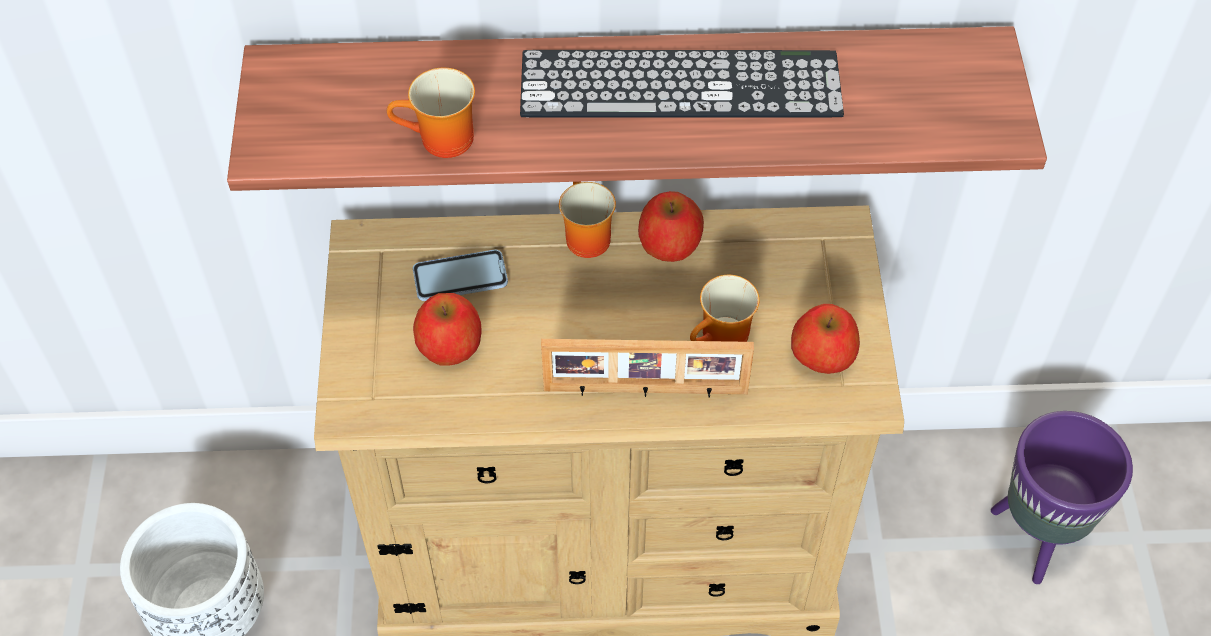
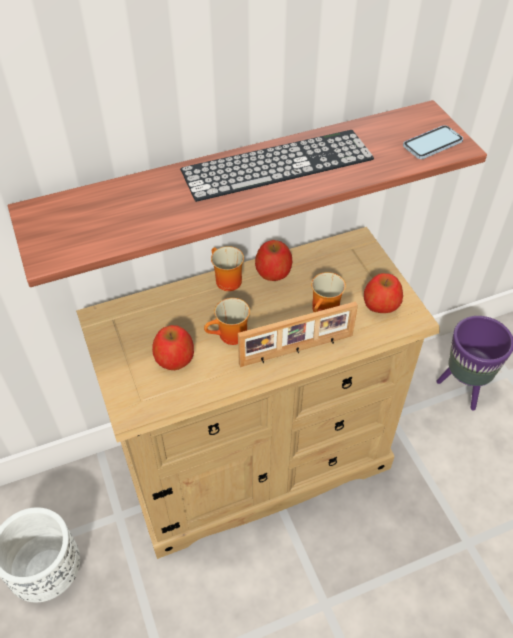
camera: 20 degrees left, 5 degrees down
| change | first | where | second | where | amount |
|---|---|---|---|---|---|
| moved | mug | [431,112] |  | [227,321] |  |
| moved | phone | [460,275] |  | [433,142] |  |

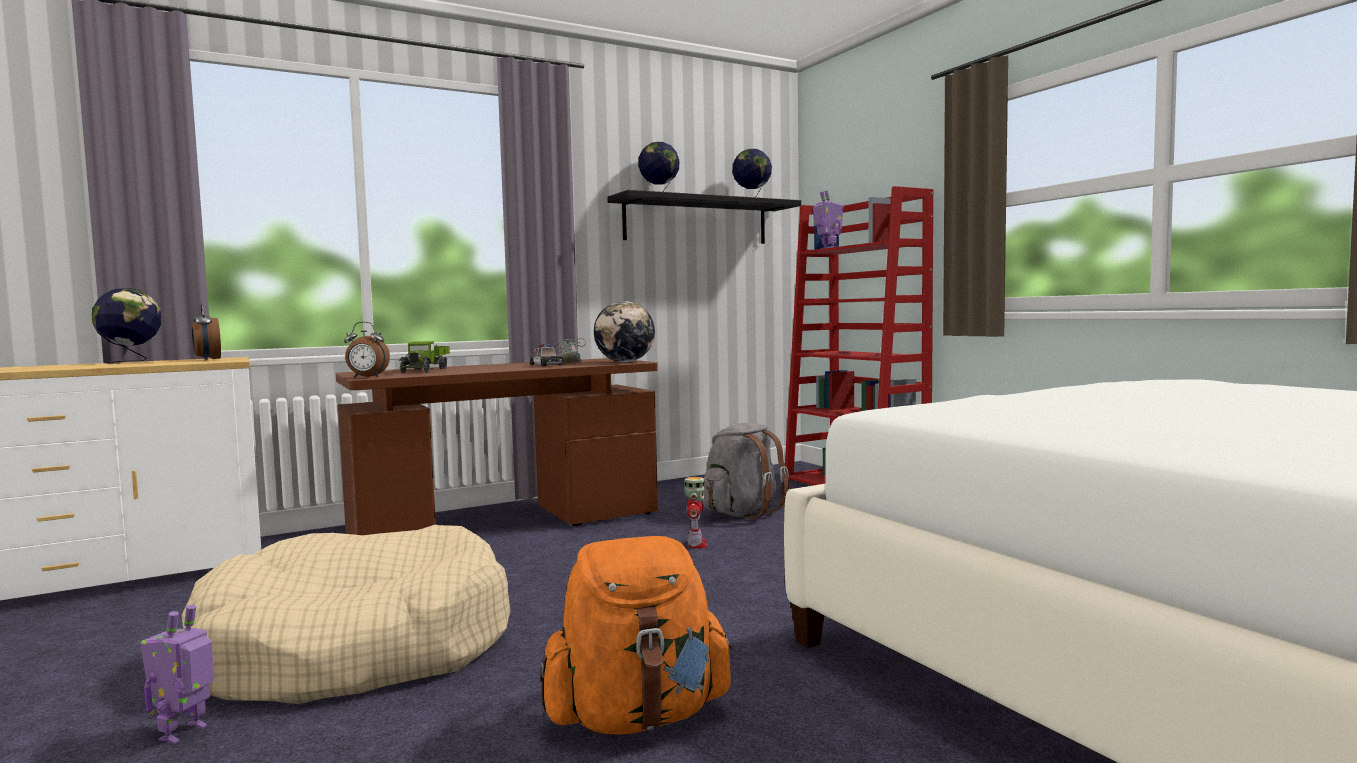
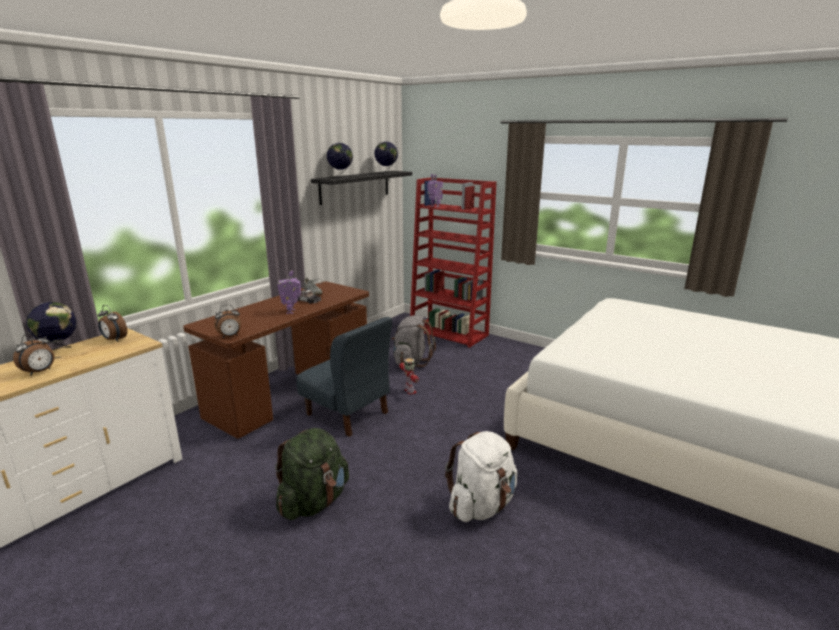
camera: 25 degrees left, 15 degrees up
| change | first | where | second | where | amount |
|---|---|---|---|---|---|
| removed | toy_truck | [424,357] |  |  |  |
| removed | globe | [624,331] |  |  |  |
| added |  |  | alarm_clock | [34,354] |  |
| added |  |  | blue_chair | [344,377] |  |
| moved | toy_robot | [177,674] |  | [289,292] |  |
| replaced | beige_dog_bed | [346,614] | green_backpack | [312,474] |  |
| recoloured | orange_backpack | [636,635] | white_backpack | [481,476] |  |

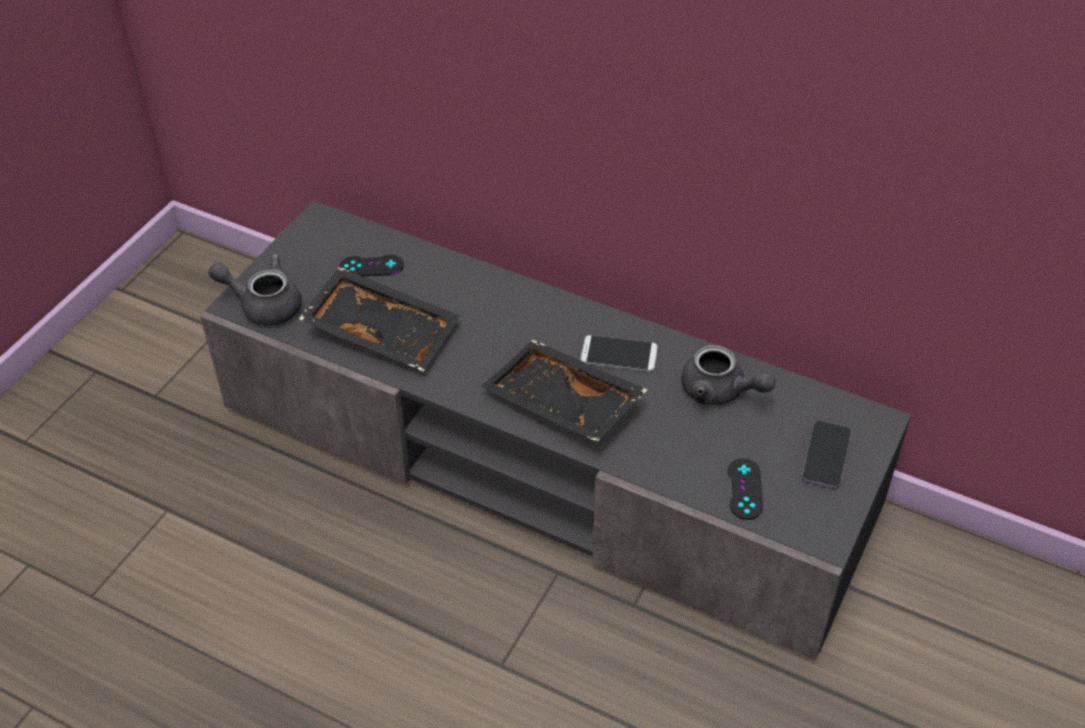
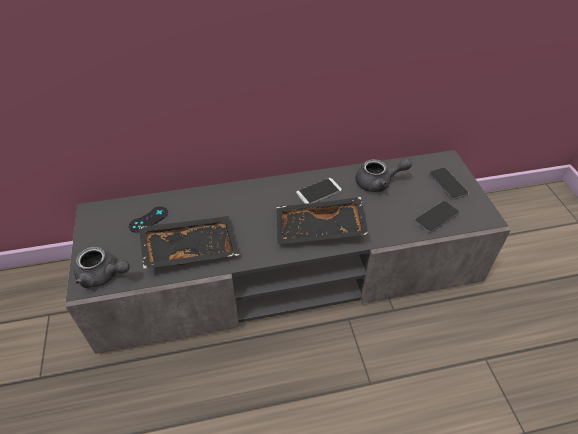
camera: 40 degrees left, 0 degrees up
| change | first | where | second | where | amount |
|---|---|---|---|---|---|
| replaced | black_game_controller | [745,489] | phone | [437,217] |  |
| turned | grey_teapot | [255,290] |  | [102,267] | 135 degrees counterclockwise |

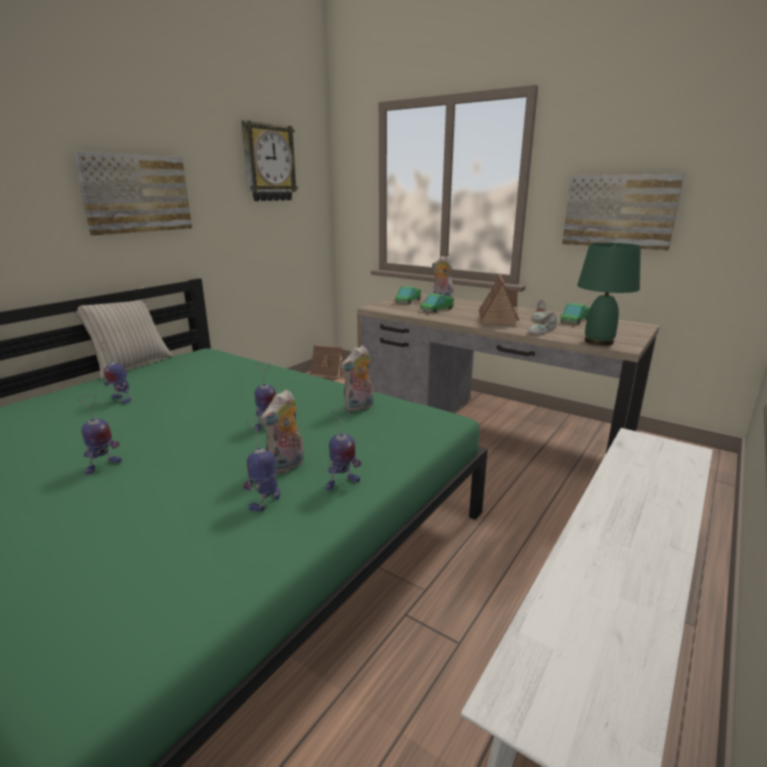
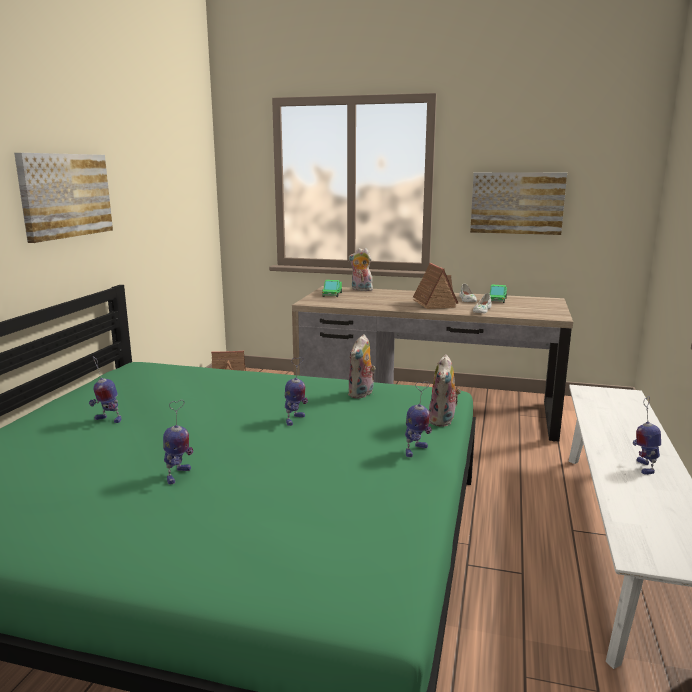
camera: 20 degrees left, 5 degrees down
| change | first | where | second | where | amount |
|---|---|---|---|---|---|
| removed | beige_pillow | [124,333] |  |  |  |
| removed | wall_clock | [269,160] |  |  |  |
| removed | toy_truck | [437,303] |  |  |  |
| removed | green_table_lamp | [609,294] |  |  |  |
| moved | toy_robot | [261,463] |  | [647,435] |  |
| moved | plush_toy | [282,431] |  | [445,390] |  |

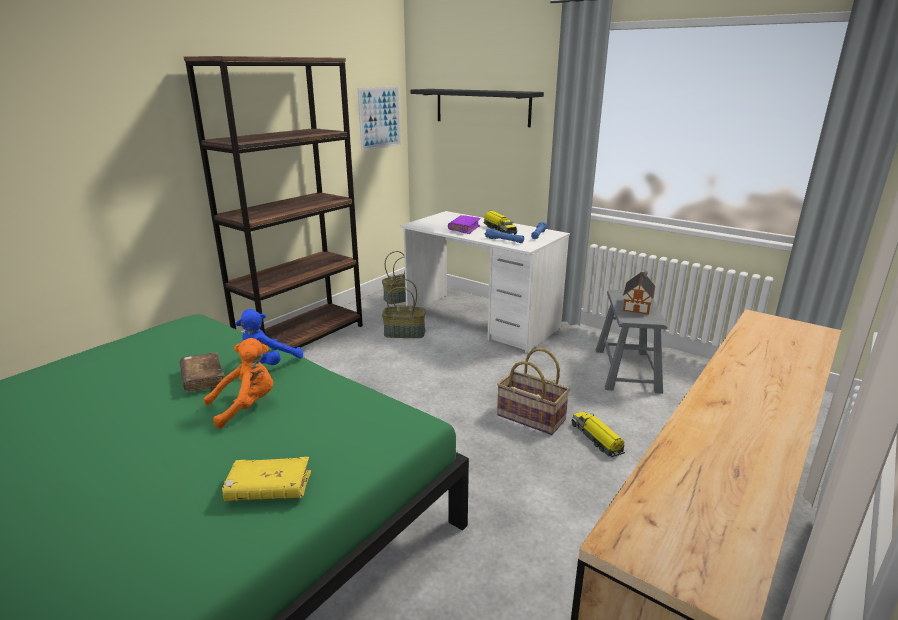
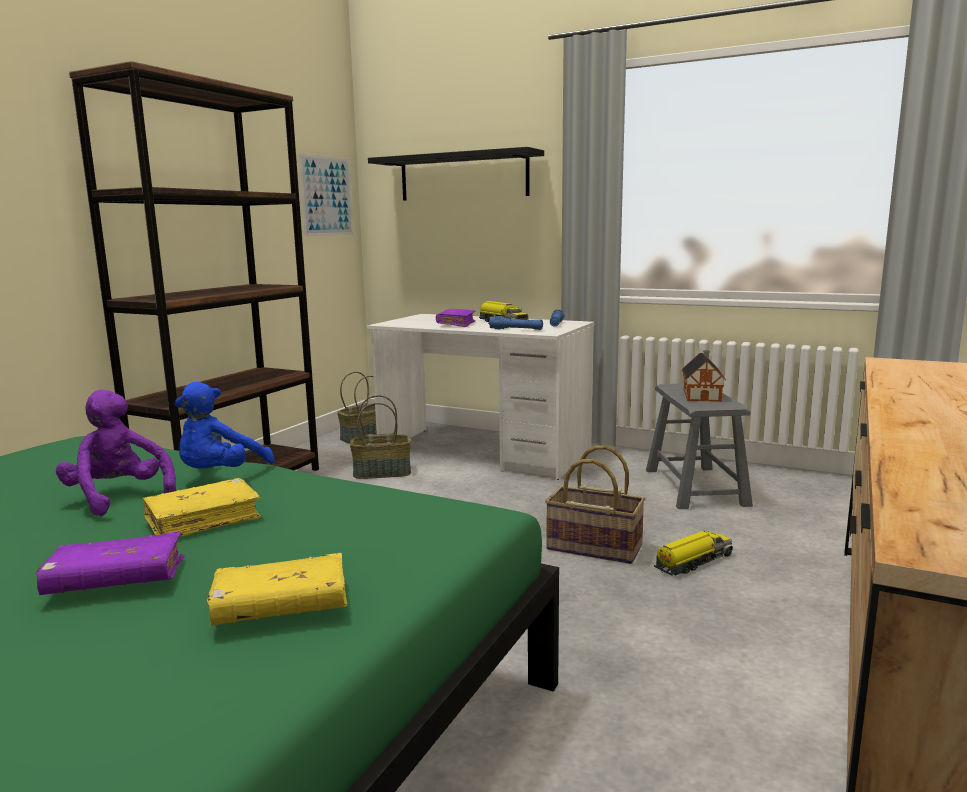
camera: 10 degrees left, 10 degrees down
| change | first | where | second | where | amount |
|---|---|---|---|---|---|
| added |  |  | purple_book | [110,563] |  |
| replaced | brown_book | [202,372] | purple_plush_toy | [116,452] |  |
| replaced | orange_plush_toy | [238,383] | yellow_book | [202,507] |  |
| turned | toy_truck | [598,434] |  | [693,553] | 90 degrees clockwise |

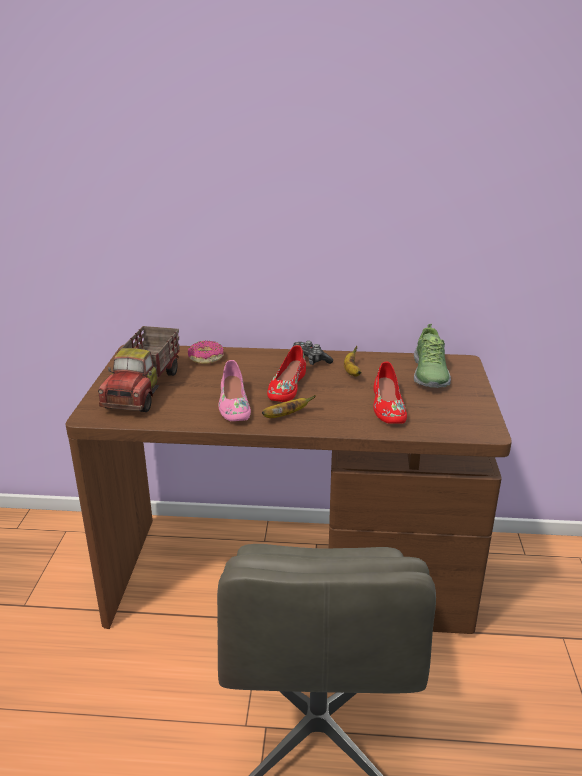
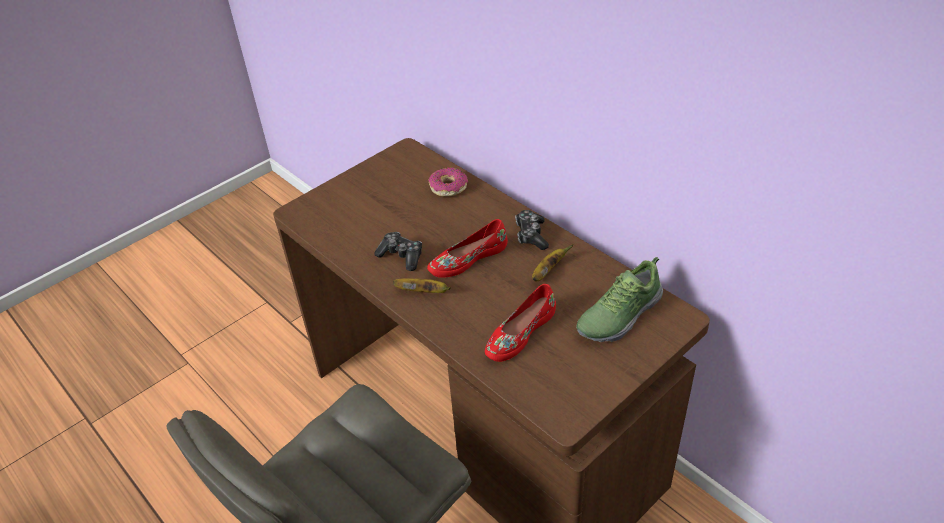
camera: 45 degrees right, 15 degrees up
| change | first | where | second | where | amount |
|---|---|---|---|---|---|
| removed | toy_truck | [139,369] |  |  |  |
| replaced | pink_shoe | [234,390] | game_controller | [398,251] |  |

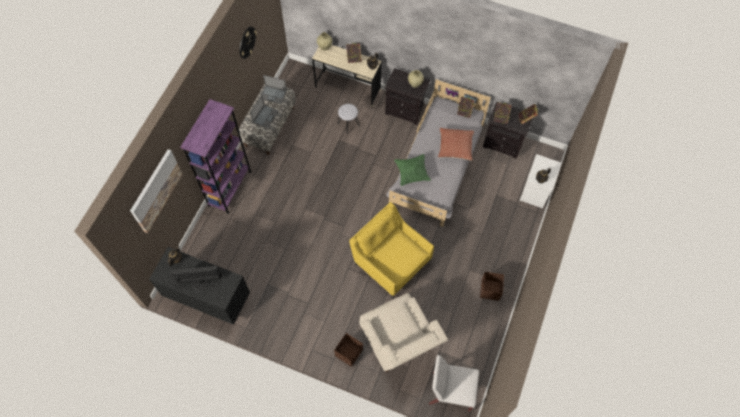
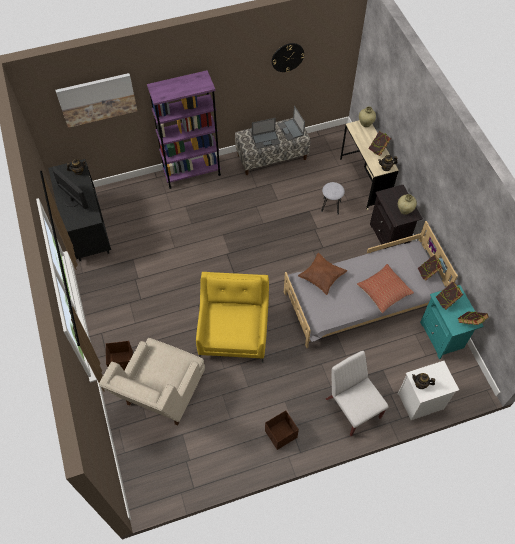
camera: 50 degrees right, 5 degrees down
| change | first | where | second | where | amount |
|---|---|---|---|---|---|
| moved | white_chair | [454,383] |  | [357,393] |  |
| recoloured | green_pillow | [412,170] | brown_pillow | [322,274] |  |
| recoloured | black_nightstand | [508,130] | turquoise_nightstand | [452,322] |  |

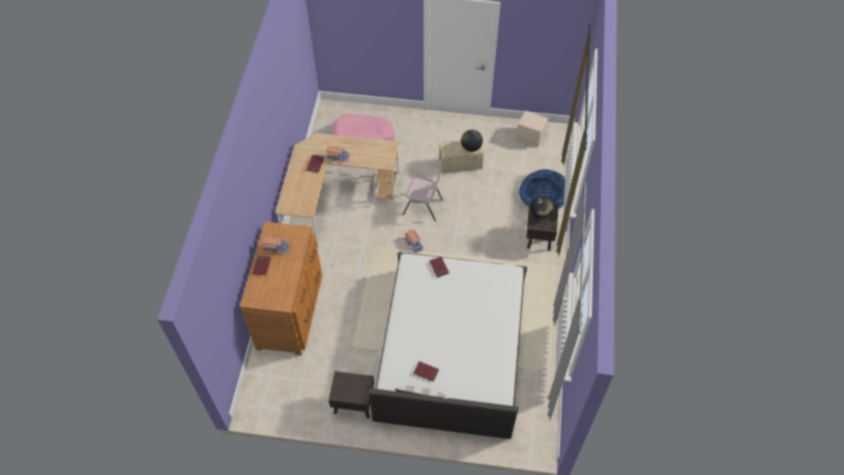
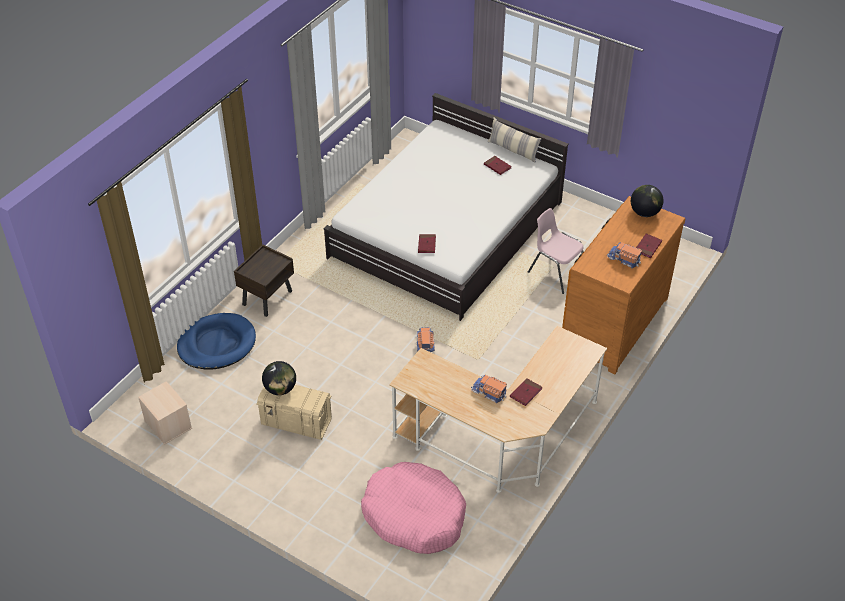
camera: 155 degrees left, 10 degrees down
| change | first | where | second | where | amount |
|---|---|---|---|---|---|
| removed | brown_nightstand | [351,394] |  |  |  |
| moved | pink_chair | [423,197] |  | [555,251] |  |
| moved | globe | [542,207] |  | [647,201] |  |

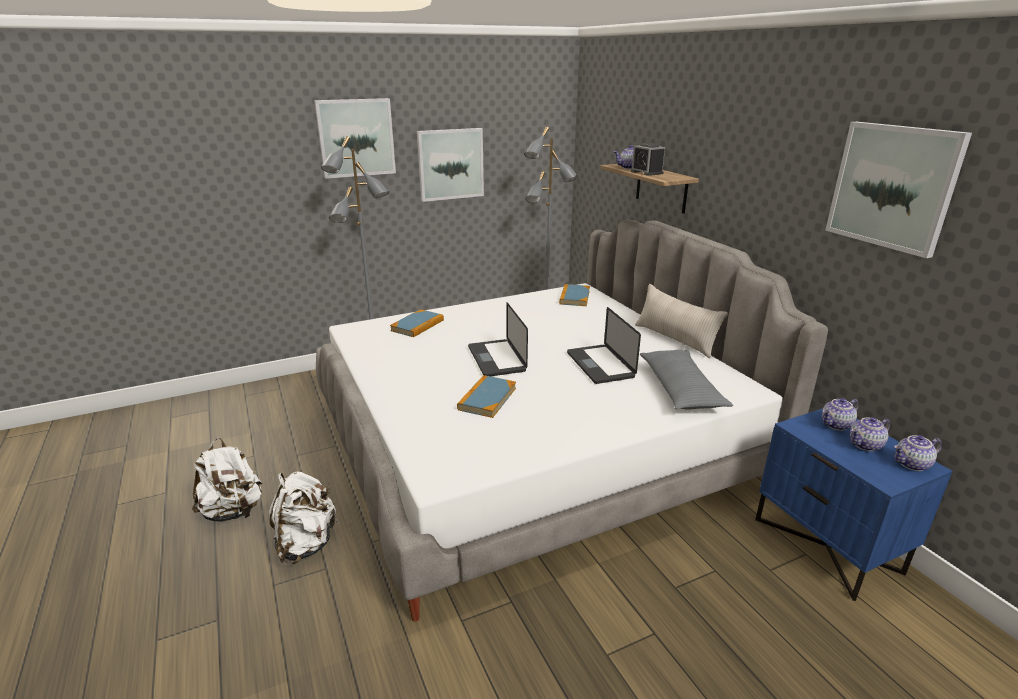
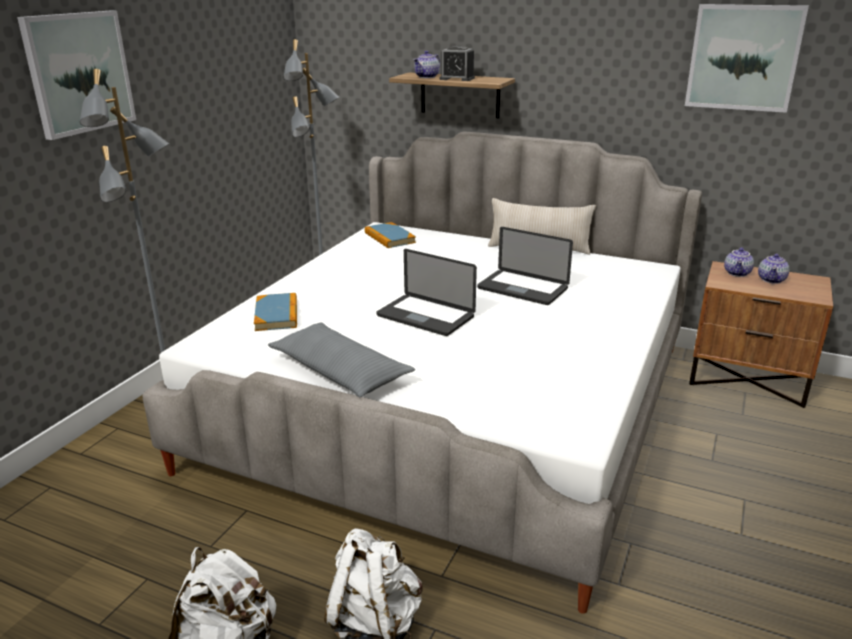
camera: 40 degrees left, 0 degrees up
| change | first | where | second | where | amount |
|---|---|---|---|---|---|
| removed | picture | [450,165] |  |  |  |
| removed | book | [486,396] |  |  |  |
| removed | teapot | [918,453] |  |  |  |
| moved | grey_pillow | [686,380] |  | [341,360] |  |
| recoloured | blue_nightstand | [853,504] | brown_nightstand | [761,334] |  |

